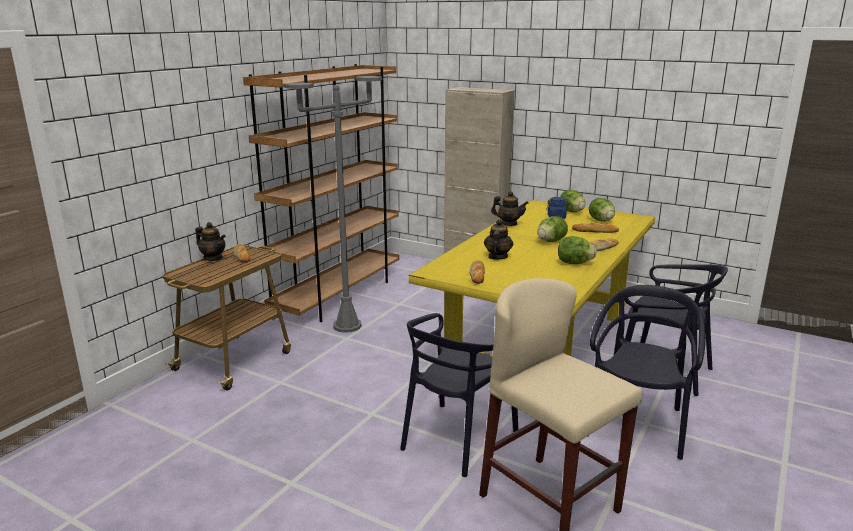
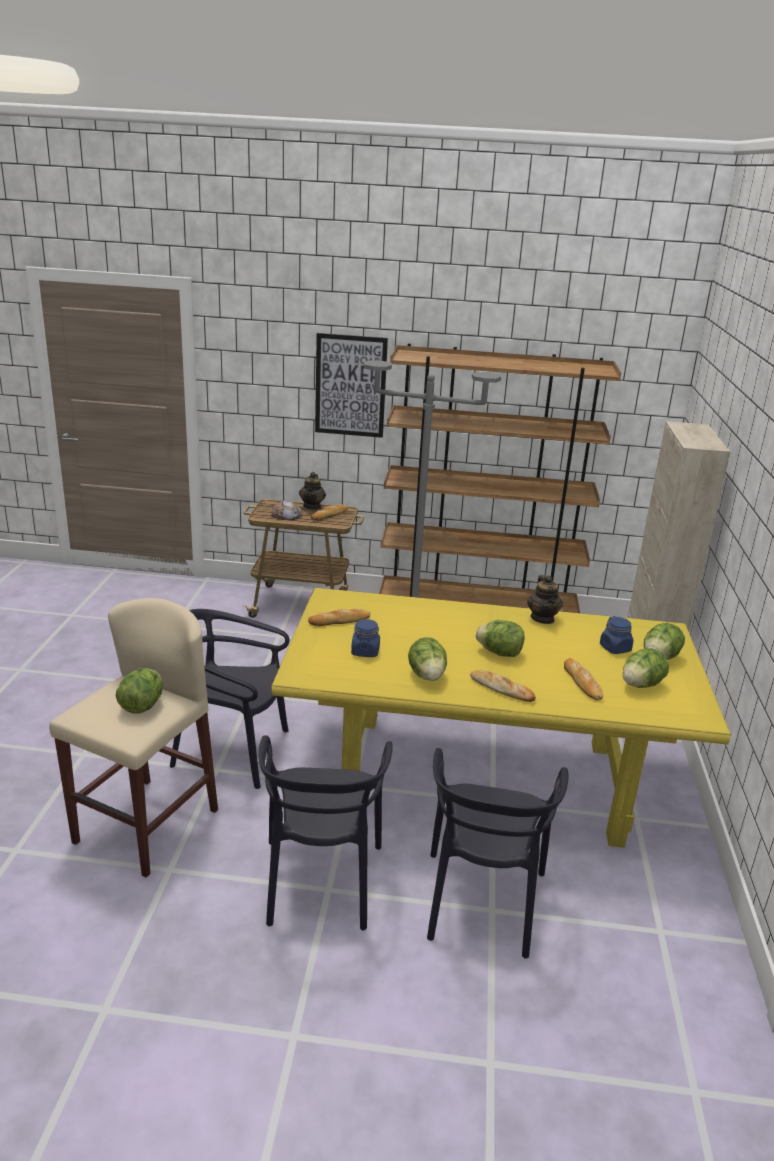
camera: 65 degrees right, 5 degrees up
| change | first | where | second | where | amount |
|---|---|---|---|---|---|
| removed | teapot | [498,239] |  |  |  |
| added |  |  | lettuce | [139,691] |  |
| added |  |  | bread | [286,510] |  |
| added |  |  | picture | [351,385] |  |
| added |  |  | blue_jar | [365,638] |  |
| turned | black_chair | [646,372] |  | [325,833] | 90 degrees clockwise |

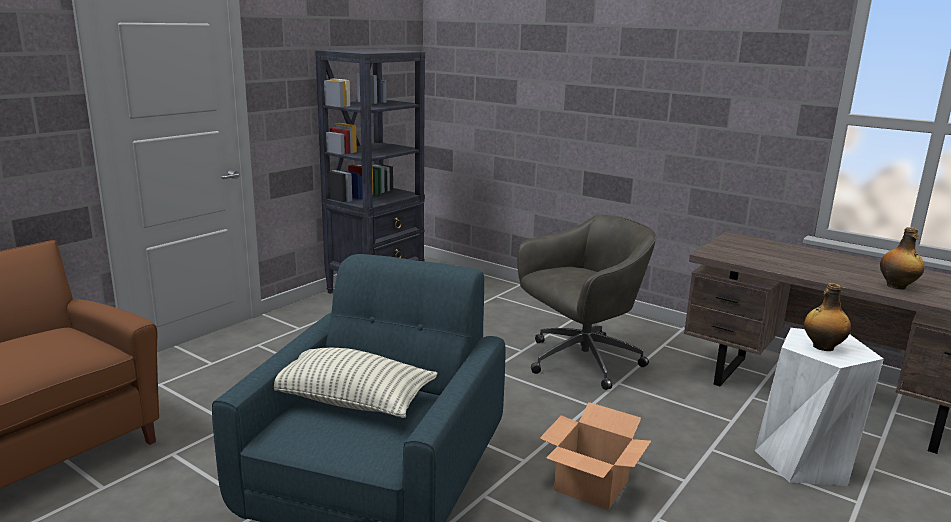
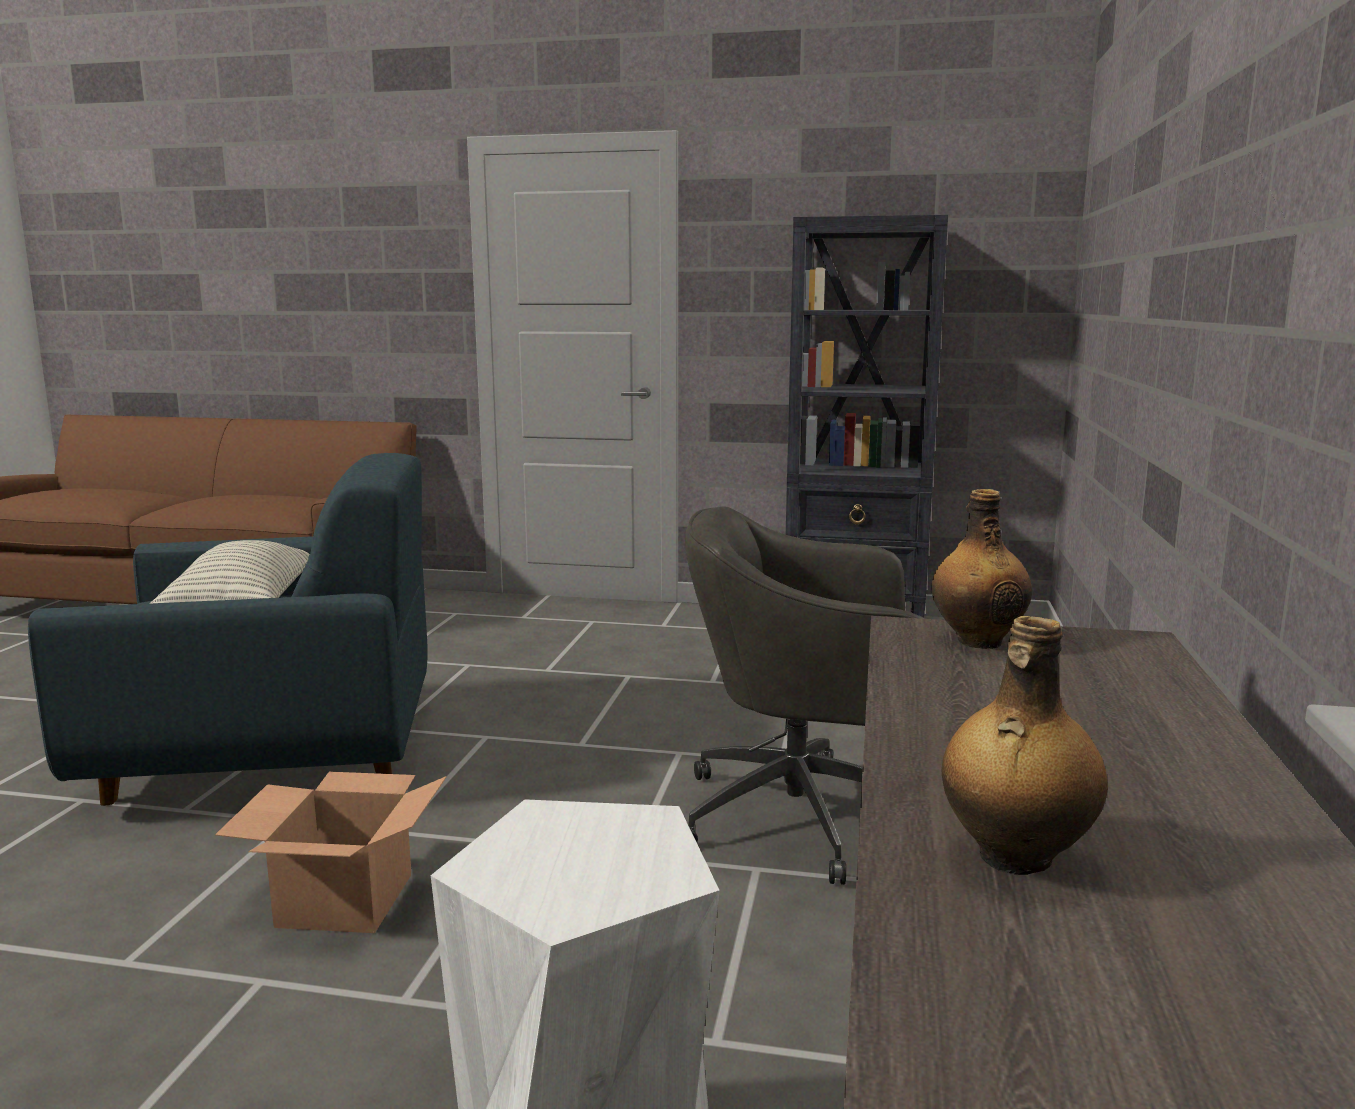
camera: 65 degrees right, 5 degrees down
| change | first | where | second | where | amount |
|---|---|---|---|---|---|
| moved | bottle | [827,317] |  | [982,569] |  |
| turned | grey_office_chair | [586,302] |  | [805,695] | 150 degrees clockwise |

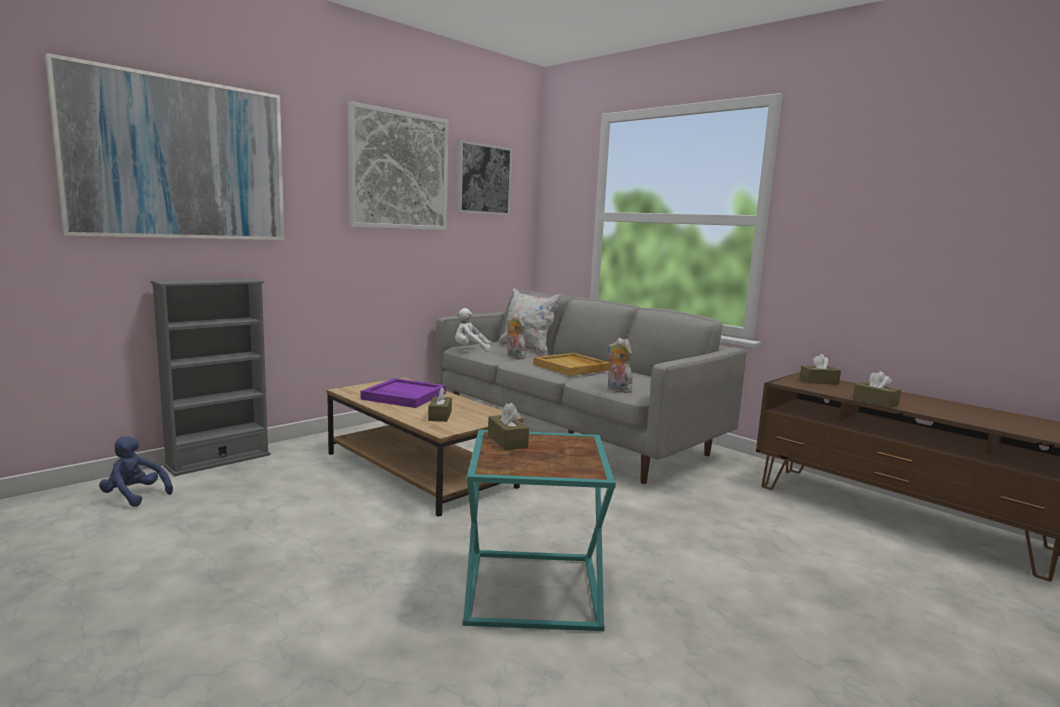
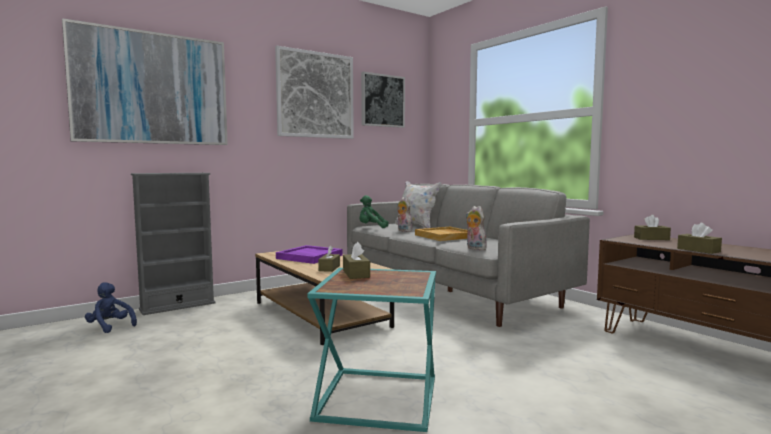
camera: 10 degrees right, 5 degrees down
| change | first | where | second | where | amount |
|---|---|---|---|---|---|
| recoloured | white_plush_toy | [473,330] | green_plush_toy | [374,211] |  |

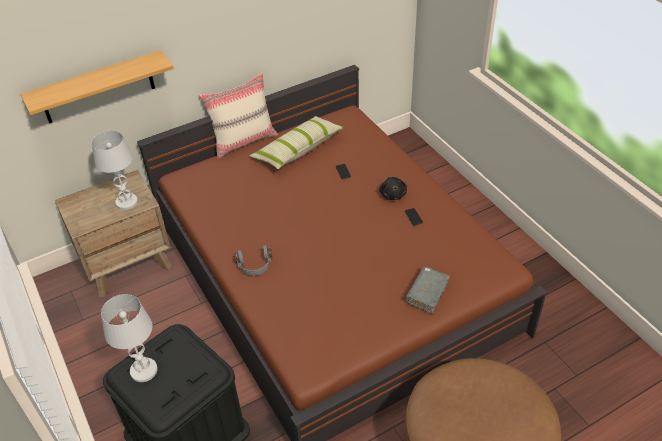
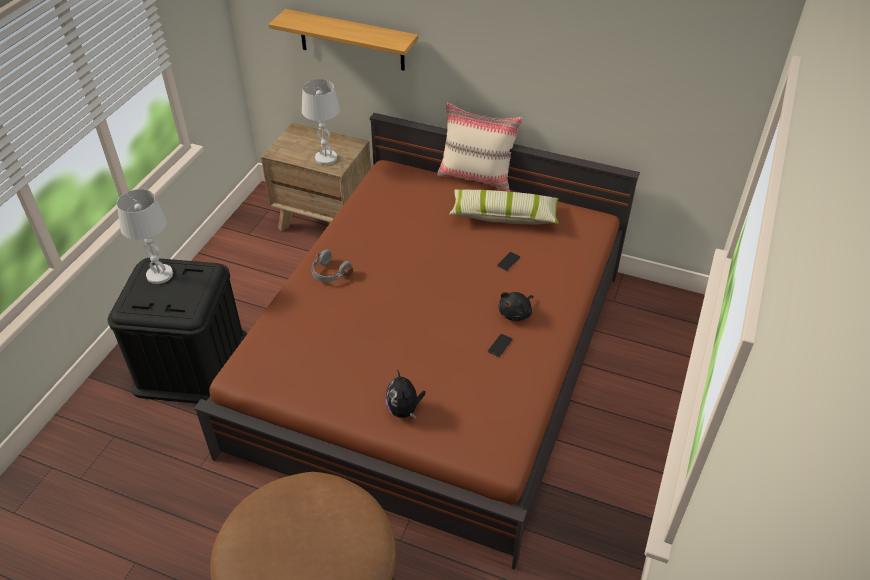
camera: 50 degrees right, 0 degrees up
| change | first | where | second | where | amount |
|---|---|---|---|---|---|
| replaced | grey_book | [427,290] | plush_toy | [406,394] |  |

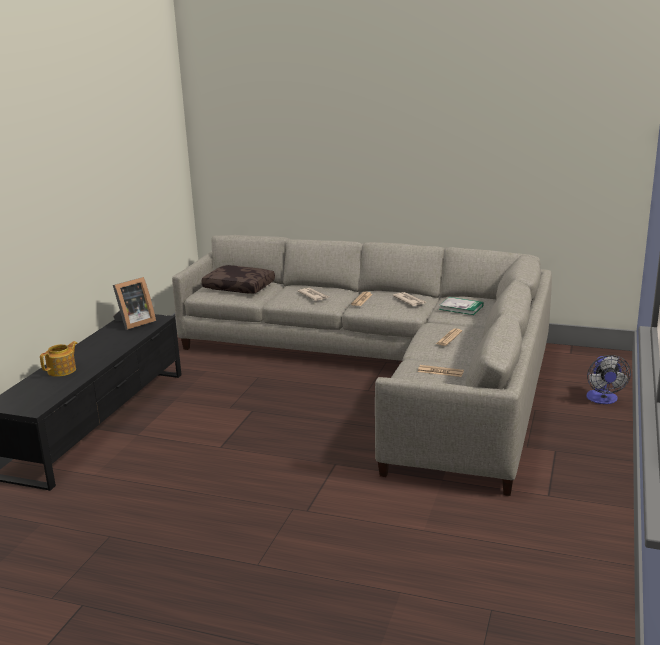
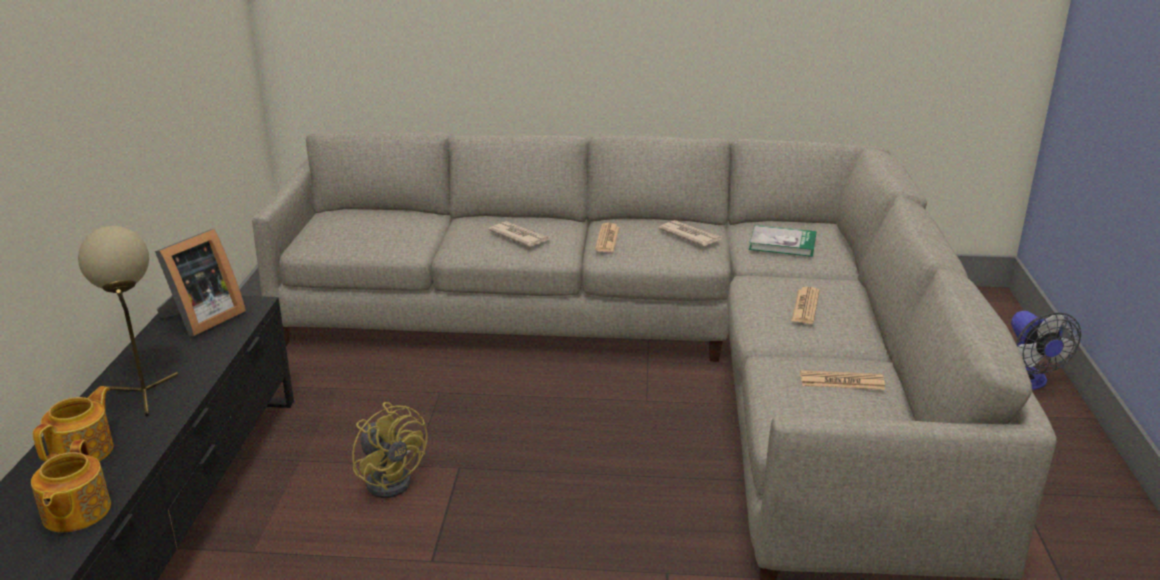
camera: 15 degrees left, 5 degrees up
| change | first | where | second | where | amount |
|---|---|---|---|---|---|
| removed | brown_pillow | [238,279] |  |  |  |
| added |  |  | teapot | [71,485] |  |
| added |  |  | beige_table_lamp | [128,321] |  |
| added |  |  | yellow_fan | [390,450] |  |

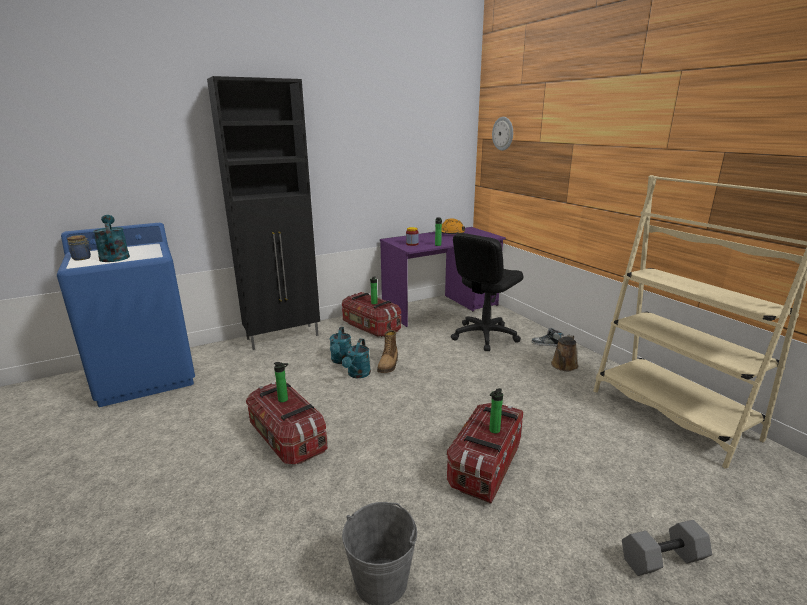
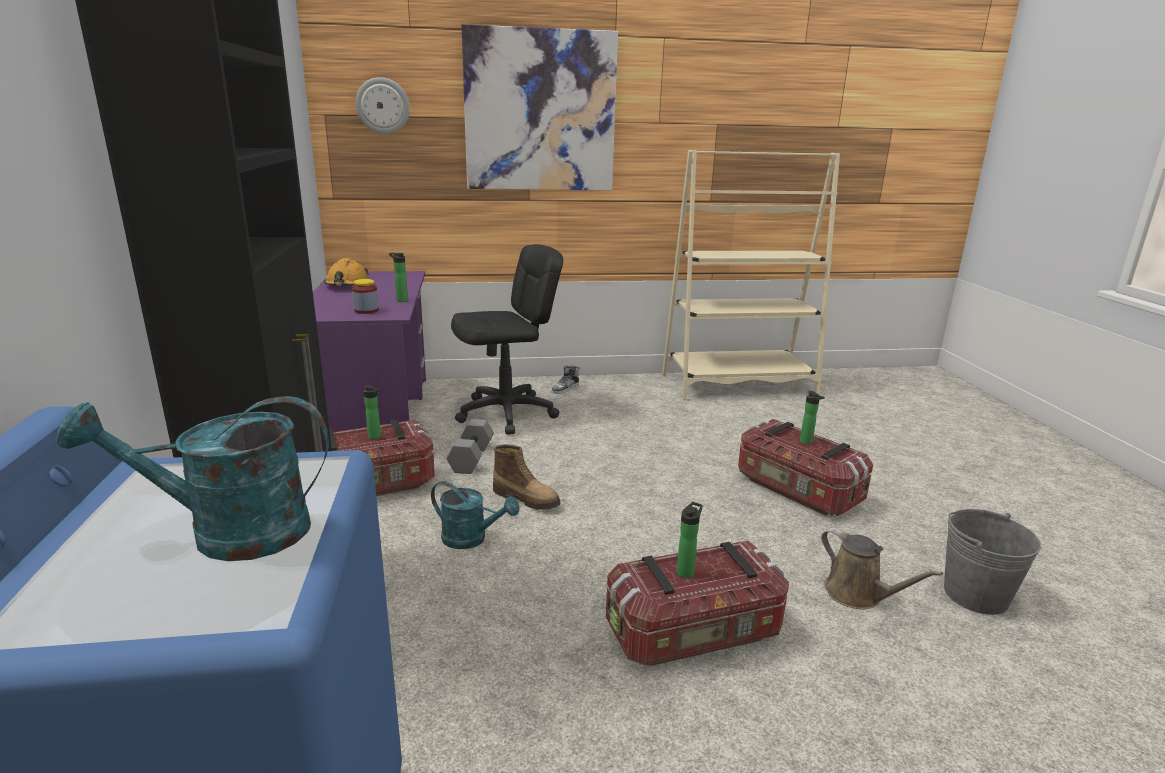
camera: 70 degrees left, 0 degrees up
| change | first | where | second | where | amount |
|---|---|---|---|---|---|
| removed | jar | [79,247] |  |  |  |
| removed | turquoise_watering_can | [356,358] |  |  |  |
| added |  |  | picture | [539,107] |  |
| moved | brown_watering_can | [564,353] |  | [882,568] |  |
| moved | grey_dumbbell | [667,548] |  | [470,446] |  |
| turned | black_office_chair | [487,292] |  | [507,339] | 90 degrees counterclockwise |

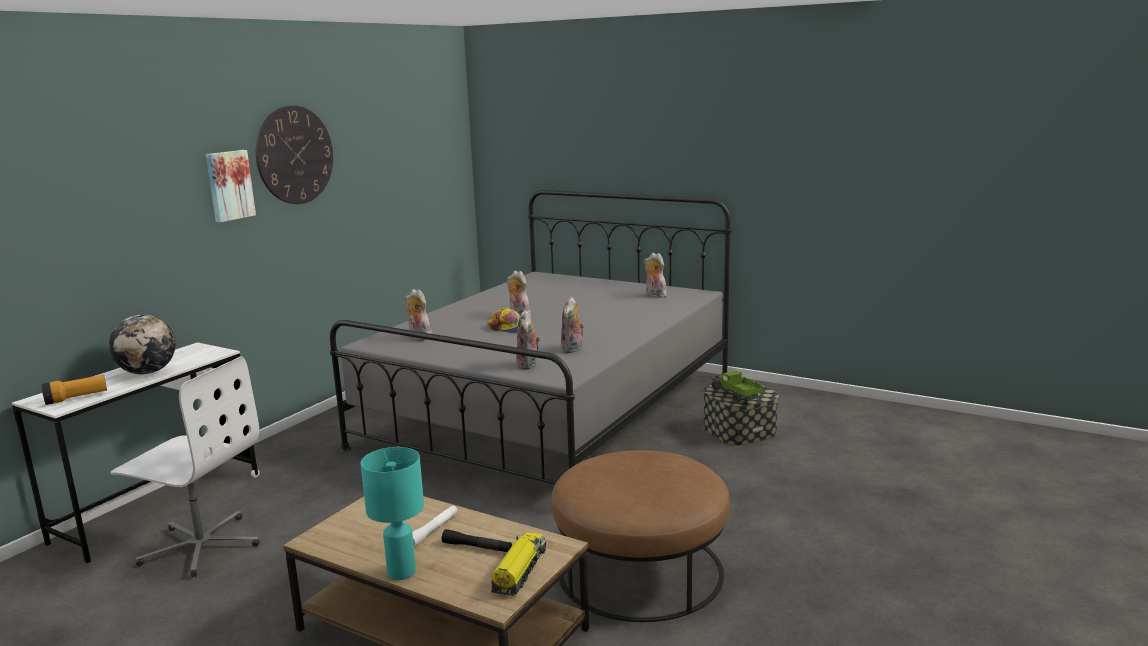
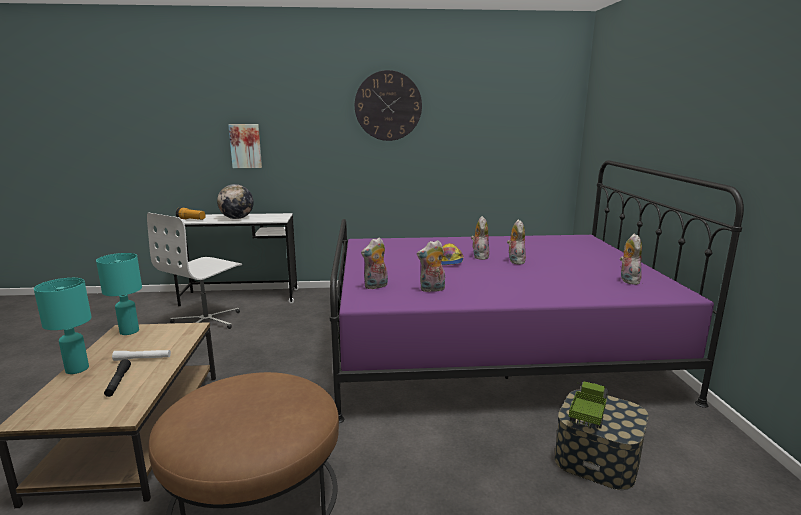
camera: 55 degrees right, 0 degrees up
| change | first | where | second | where | amount |
|---|---|---|---|---|---|
| removed | toy_truck | [518,564] |  |  |  |
| added |  |  | turquoise_table_lamp | [119,294] |  |
| moved | picture | [231,186] |  | [245,146] |  |
| moved | plush_toy | [418,314] |  | [517,242] |  |
| recoloured | grey_bed | [530,337] | purple_bed | [537,291] |  |
| turned | white_office_chair | [185,467] |  | [194,271] | 45 degrees clockwise |

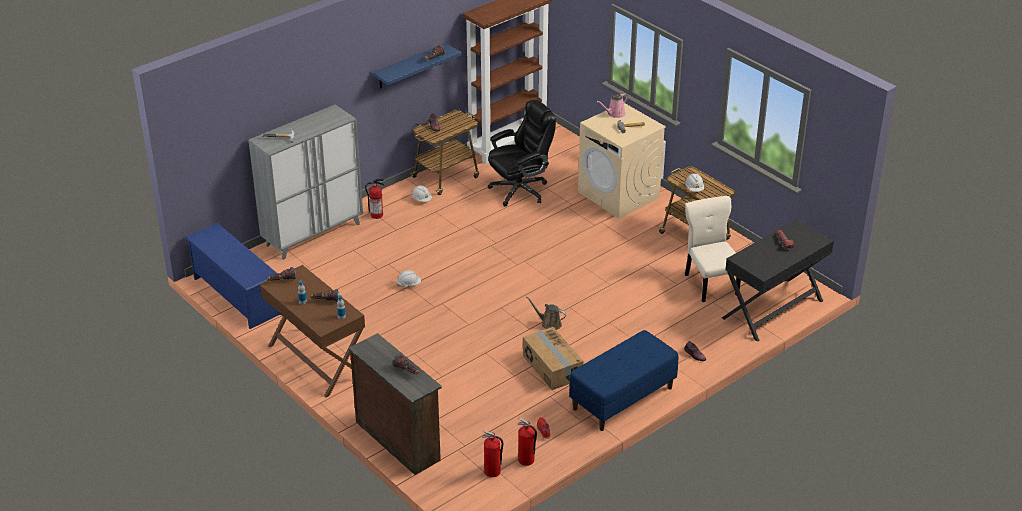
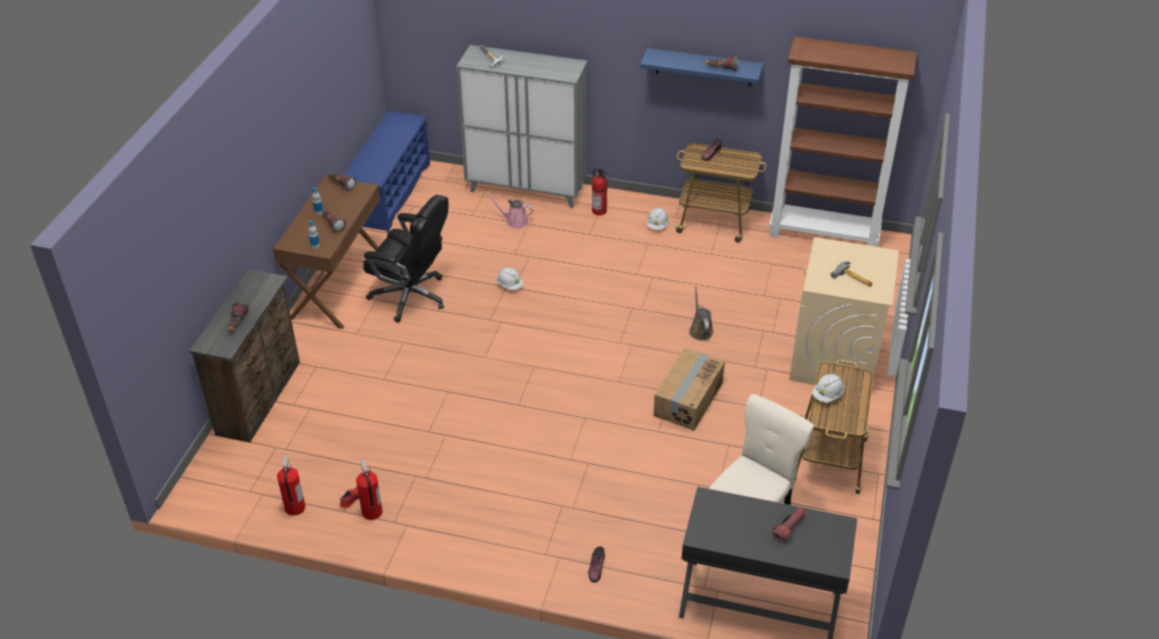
camera: 55 degrees right, 5 degrees up
| change | first | where | second | where | amount |
|---|---|---|---|---|---|
| removed | blue_bench | [623,380] |  |  |  |
| moved | fire_extinguisher | [492,453] |  | [369,489] |  |
| moved | black_office_chair | [522,153] |  | [406,259] |  |
| moved | cardboard_box | [553,358] |  | [689,389] |  |
| moved | brown_watering_can | [546,313] |  | [701,313] |  |
| moved | pink_watering_can | [612,105] |  | [510,211] |  |

